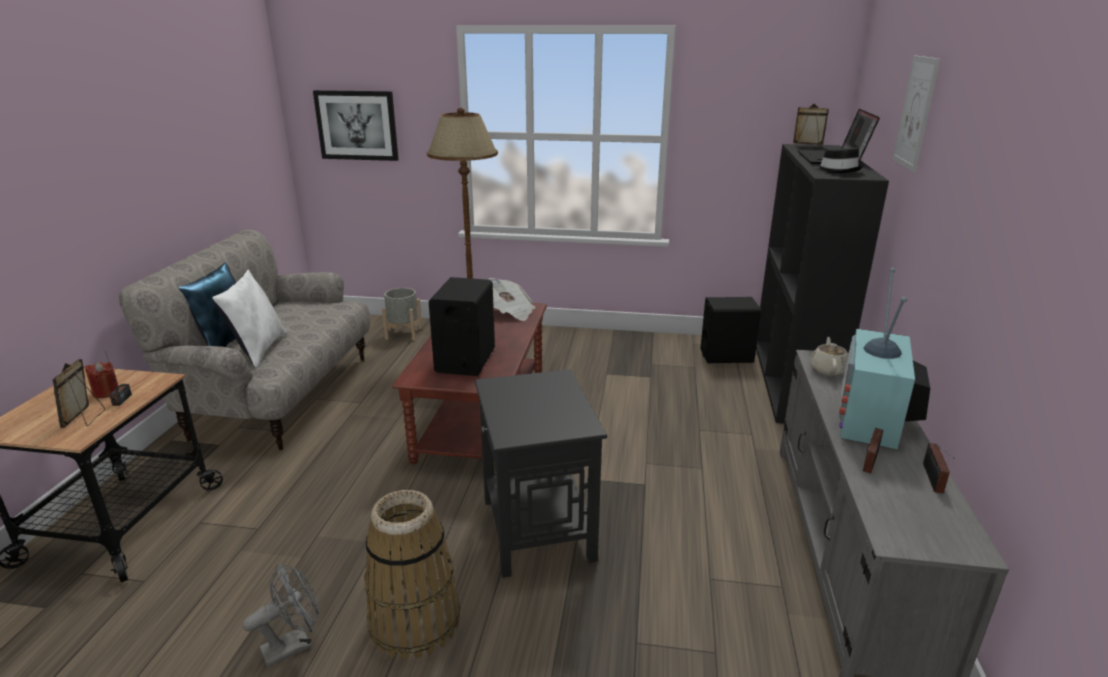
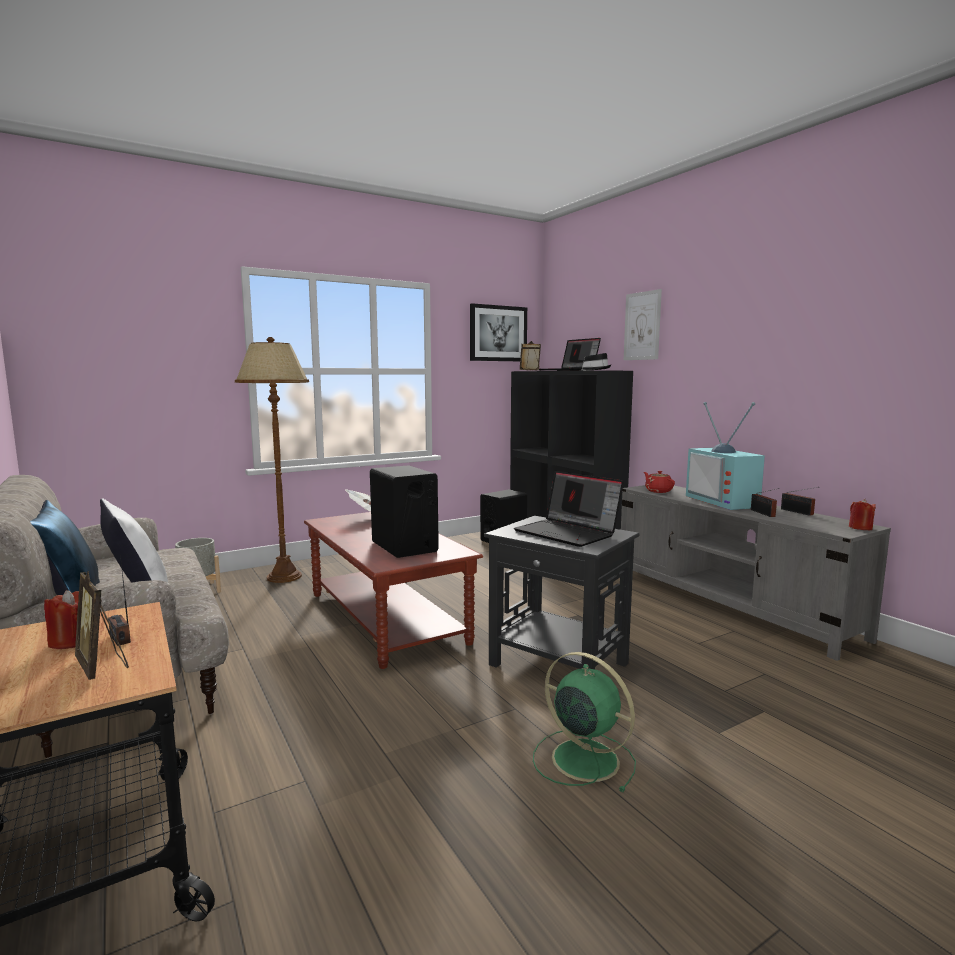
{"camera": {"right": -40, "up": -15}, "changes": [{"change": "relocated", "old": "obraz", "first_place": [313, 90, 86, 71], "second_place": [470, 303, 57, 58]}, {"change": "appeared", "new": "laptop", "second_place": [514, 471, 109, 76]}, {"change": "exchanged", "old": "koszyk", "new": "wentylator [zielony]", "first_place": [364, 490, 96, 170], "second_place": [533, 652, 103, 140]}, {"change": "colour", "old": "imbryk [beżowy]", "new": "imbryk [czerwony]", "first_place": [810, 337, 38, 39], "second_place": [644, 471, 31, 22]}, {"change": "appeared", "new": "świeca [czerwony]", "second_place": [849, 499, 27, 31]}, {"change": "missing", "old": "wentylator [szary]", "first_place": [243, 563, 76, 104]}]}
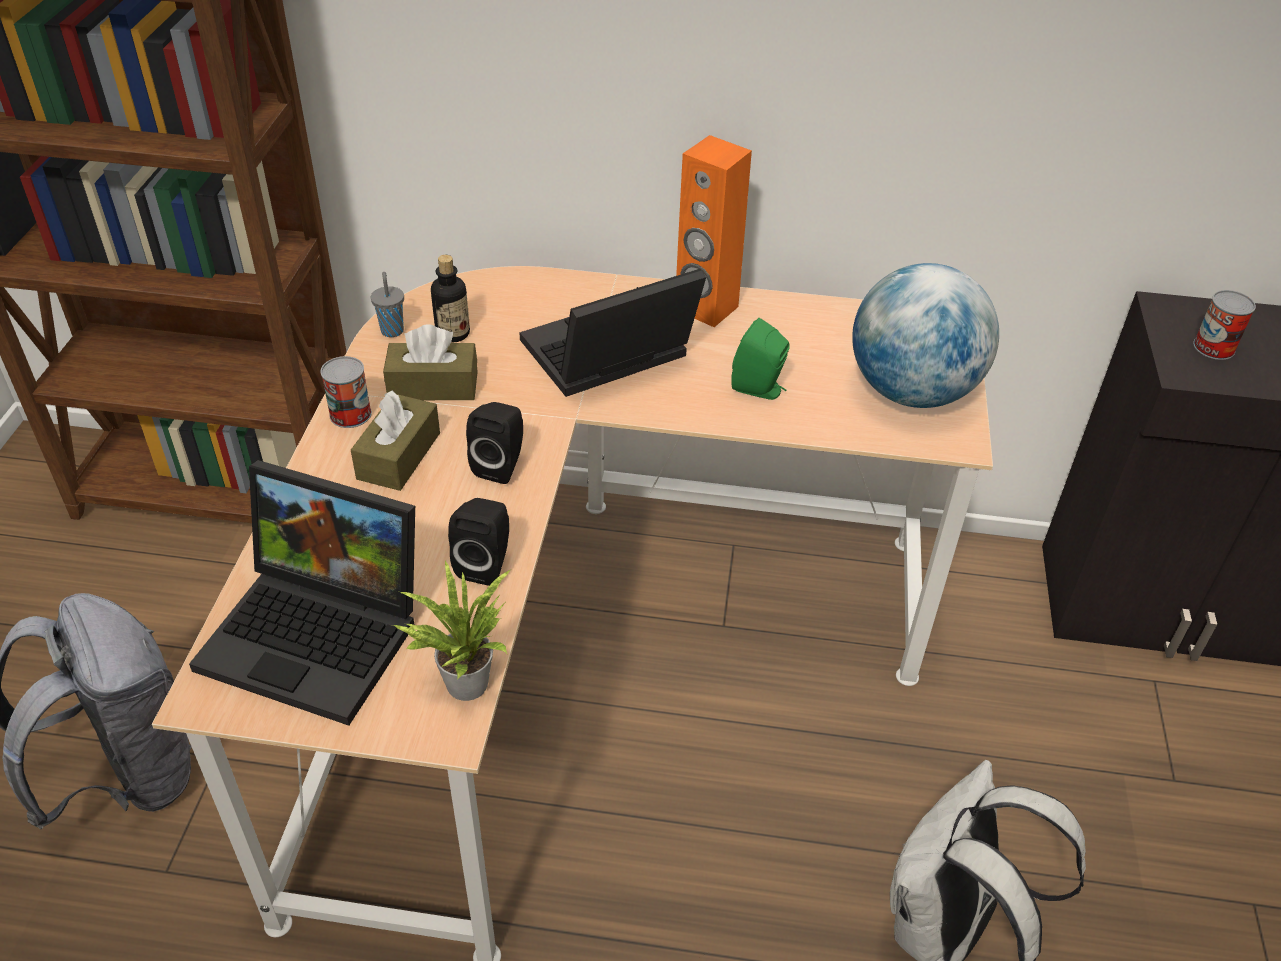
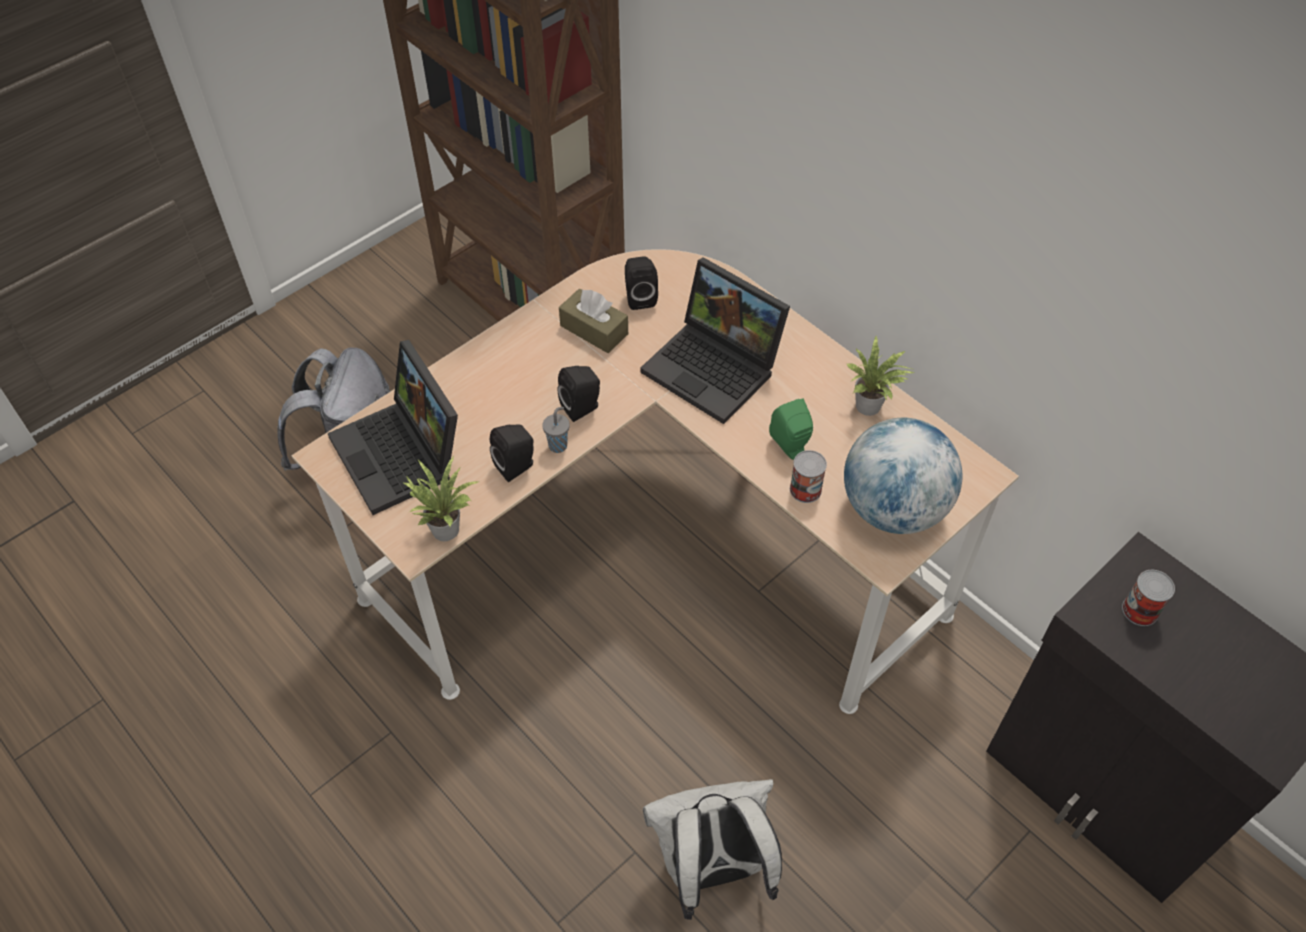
{"camera": {"right": 40, "up": 10}, "changes": [{"change": "relocated", "old": "filiżanka [szary]", "first_place": [371, 272, 33, 65], "second_place": [542, 407, 27, 46]}, {"change": "exchanged", "old": "butelka", "new": "głośnik [czarny]", "first_place": [431, 255, 39, 88], "second_place": [625, 256, 33, 54]}, {"change": "spun", "old": "laptop", "first_place": [519, 269, 187, 128], "second_place": [640, 257, 150, 167], "degrees": -150}, {"change": "relocated", "old": "puszka", "first_place": [320, 356, 52, 72], "second_place": [790, 450, 37, 53]}, {"change": "appeared", "new": "roślina doniczkowa", "second_place": [847, 335, 67, 81]}, {"change": "missing", "old": "pudełko chusteczek [brązowy]", "first_place": [351, 391, 89, 100]}, {"change": "missing", "old": "głośnik [pomarańczowy]", "first_place": [676, 135, 76, 192]}]}
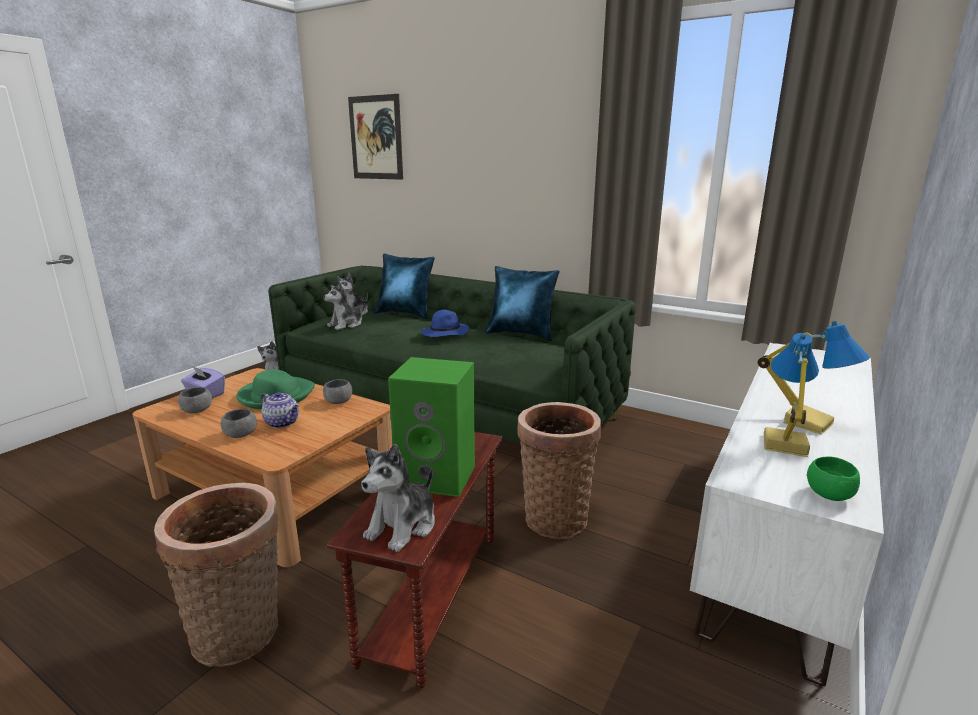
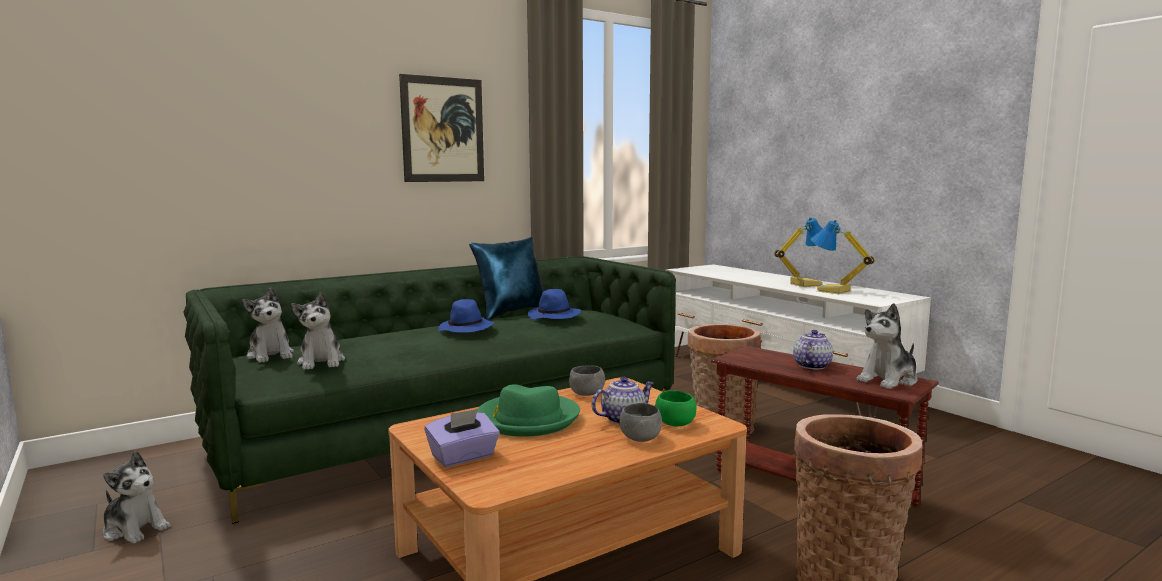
{"camera": {"right": -65, "up": -10}, "changes": [{"change": "relocated", "old": "obraz", "first_place": [348, 94, 55, 86], "second_place": [399, 74, 85, 108]}, {"change": "appeared", "new": "kapelusz [niebieski]", "second_place": [528, 289, 53, 31]}, {"change": "relocated", "old": "miska [zielony]", "first_place": [807, 457, 53, 44], "second_place": [655, 390, 42, 36]}, {"change": "exchanged", "old": "głośnik [zielony]", "new": "imbryk", "first_place": [388, 357, 87, 140], "second_place": [793, 330, 40, 40]}, {"change": "spun", "old": "pluszak", "first_place": [361, 444, 74, 108], "second_place": [856, 303, 61, 86], "degrees": 90}, {"change": "missing", "old": "miska [szary]", "first_place": [178, 387, 34, 26]}, {"change": "missing", "old": "poduszka [niebieski]", "first_place": [374, 253, 61, 66]}]}
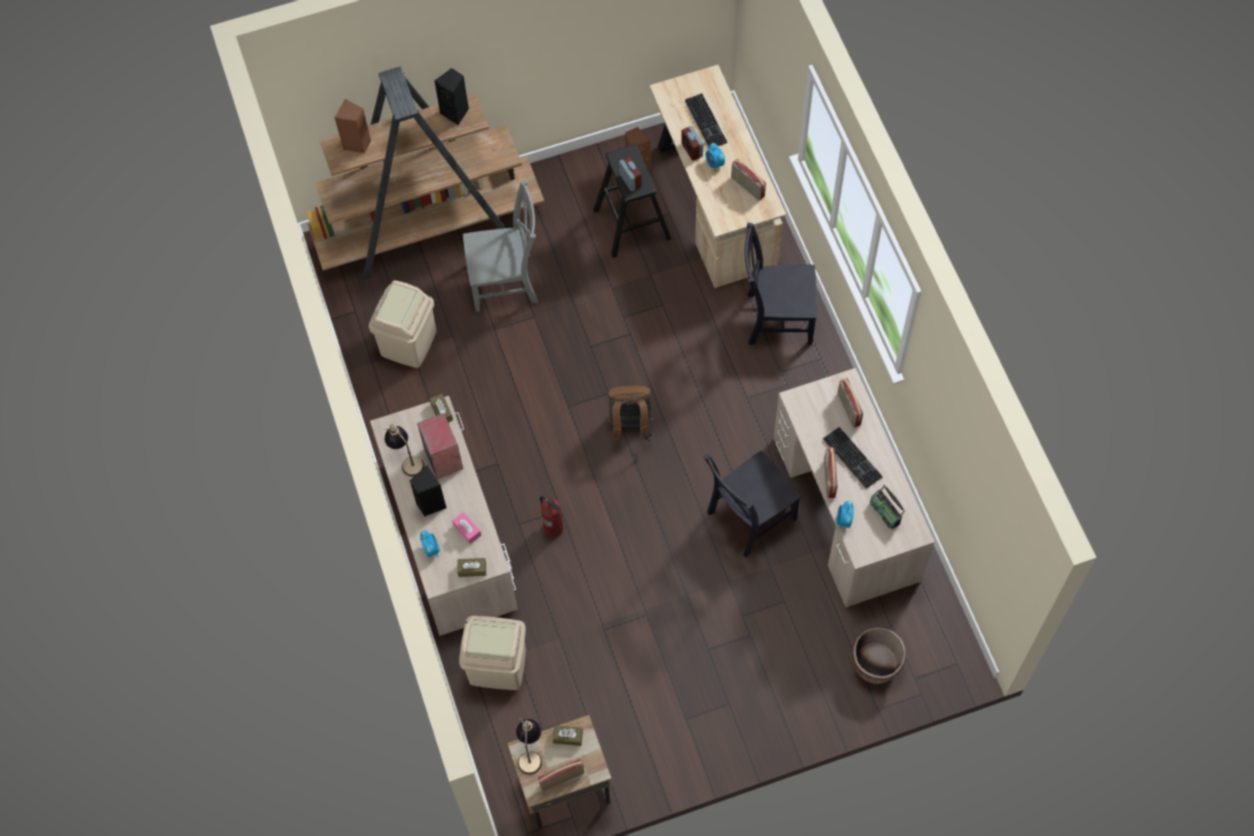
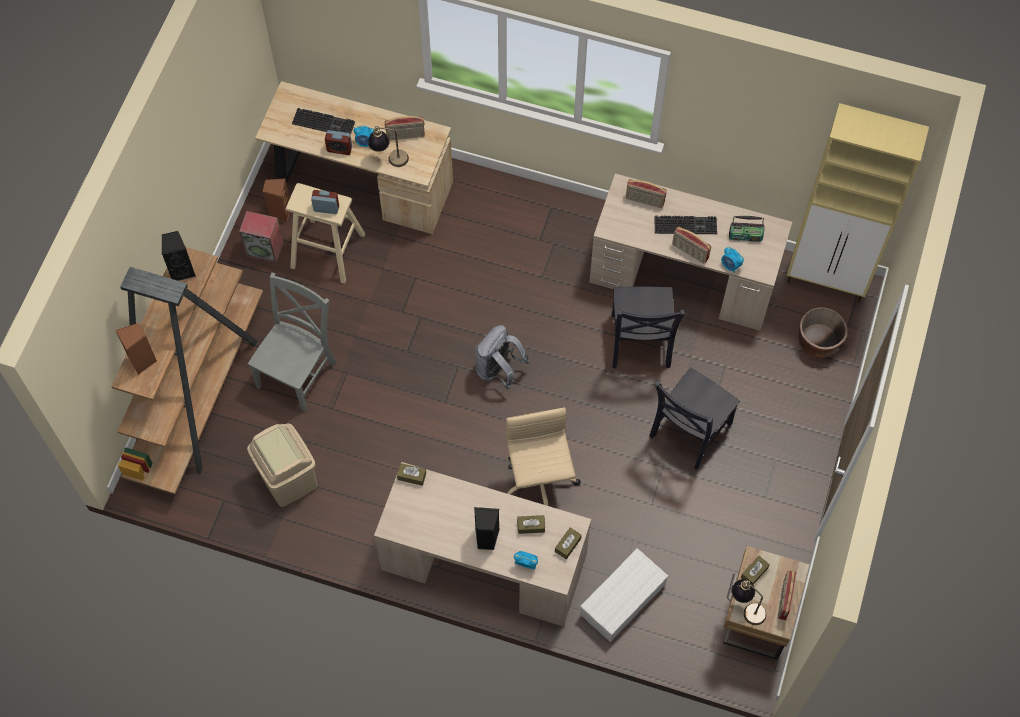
{"camera": {"right": -55, "up": 0}, "changes": [{"change": "relocated", "old": "głośnik", "first_place": [417, 413, 46, 66], "second_place": [239, 211, 45, 53]}, {"change": "colour", "old": "stołek [czarny]", "new": "stołek [beżowy]", "first_place": [593, 144, 78, 114], "second_place": [286, 183, 79, 101]}, {"change": "relocated", "old": "lampa stołowa", "first_place": [384, 424, 41, 53], "second_place": [368, 126, 41, 41]}, {"change": "colour", "old": "plecak [brązowy]", "new": "plecak [szary]", "first_place": [606, 385, 49, 58], "second_place": [476, 325, 54, 64]}, {"change": "exchanged", "old": "gaśnica", "new": "krzesło biurowe [beżowy]", "first_place": [540, 496, 23, 41], "second_place": [506, 407, 75, 99]}, {"change": "colour", "old": "pudełko chusteczek [różowy]", "new": "pudełko chusteczek [brązowy]", "first_place": [452, 512, 29, 32], "second_place": [517, 515, 28, 19]}, {"change": "exchanged", "old": "kosz na śmieci [beżowy]", "new": "pojemnik do przechowywania [biały]", "first_place": [459, 616, 67, 74], "second_place": [580, 548, 88, 94]}, {"change": "relocated", "old": "krzesło [czarny]", "first_place": [745, 223, 72, 122], "second_place": [649, 367, 91, 103]}, {"change": "appeared", "new": "szafka [beżowy]", "second_place": [787, 103, 142, 200]}]}
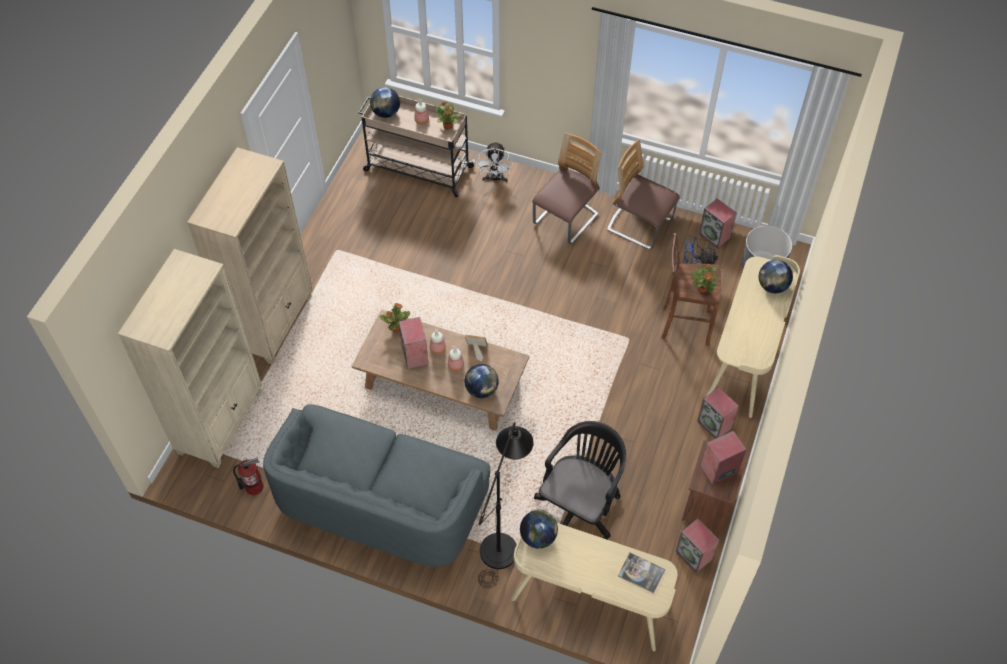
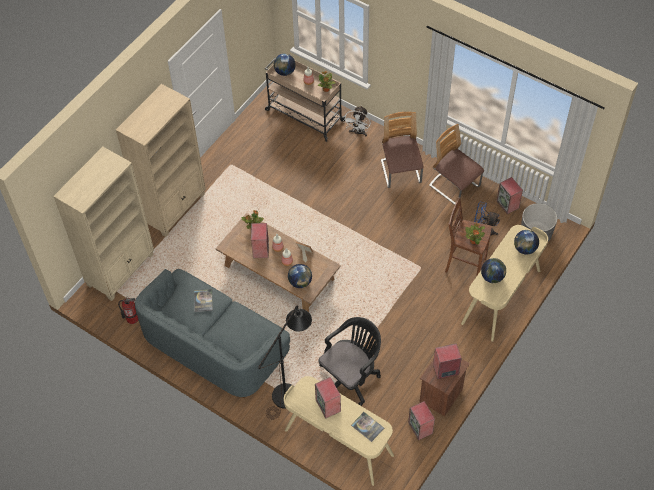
{"camera": {"right": 15, "up": 0}, "changes": [{"change": "appeared", "new": "książka", "second_place": [194, 289, 19, 23]}, {"change": "relocated", "old": "głośnik", "first_place": [697, 387, 42, 52], "second_place": [315, 377, 26, 42]}, {"change": "spun", "old": "krzesło", "first_place": [532, 133, 70, 111], "second_place": [381, 112, 42, 76], "degrees": -60}, {"change": "relocated", "old": "globus", "first_place": [520, 510, 38, 39], "second_place": [481, 258, 25, 25]}]}
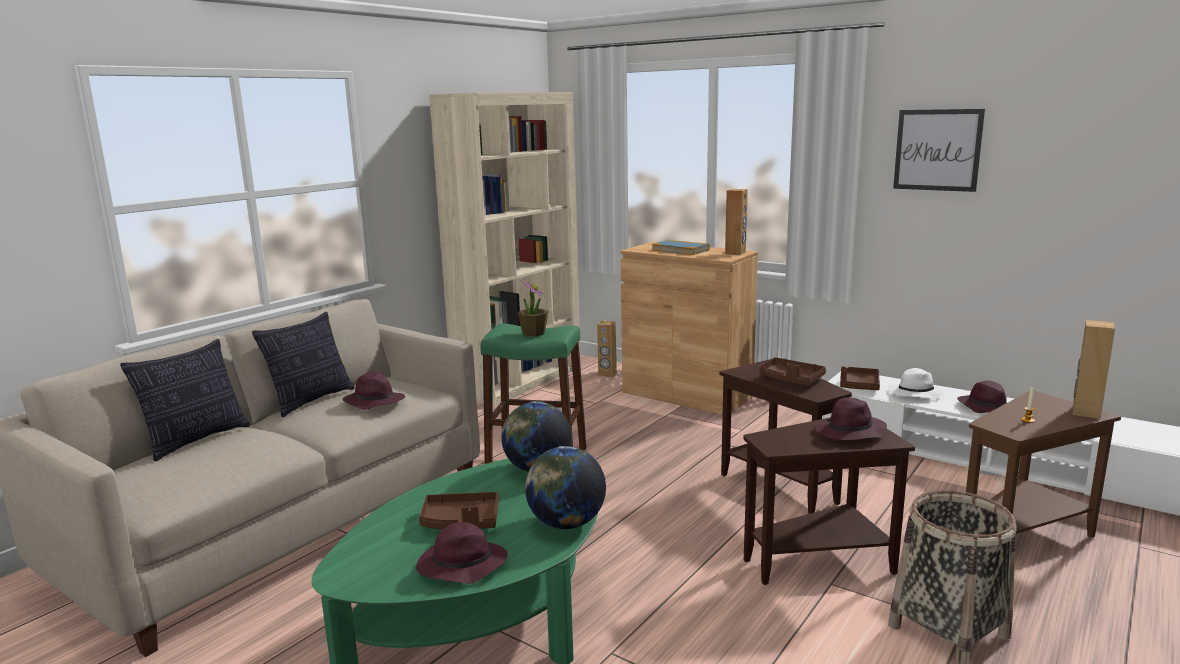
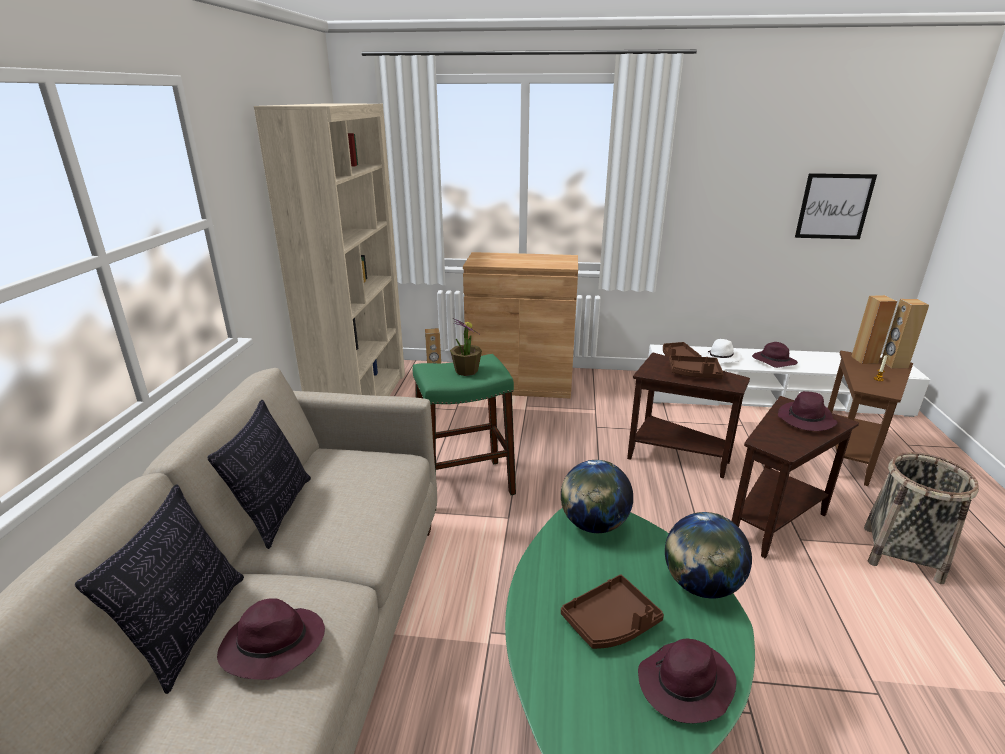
{"camera": {"right": -30, "up": 10}, "changes": [{"change": "relocated", "old": "kapelusz [fioletowy]", "first_place": [343, 372, 62, 38], "second_place": [217, 598, 108, 82]}, {"change": "relocated", "old": "obraz", "first_place": [893, 109, 92, 83], "second_place": [795, 173, 82, 66]}, {"change": "relocated", "old": "głośnik [brązowy]", "first_place": [725, 189, 23, 66], "second_place": [851, 295, 46, 69]}, {"change": "missing", "old": "książka", "first_place": [652, 240, 58, 15]}]}
